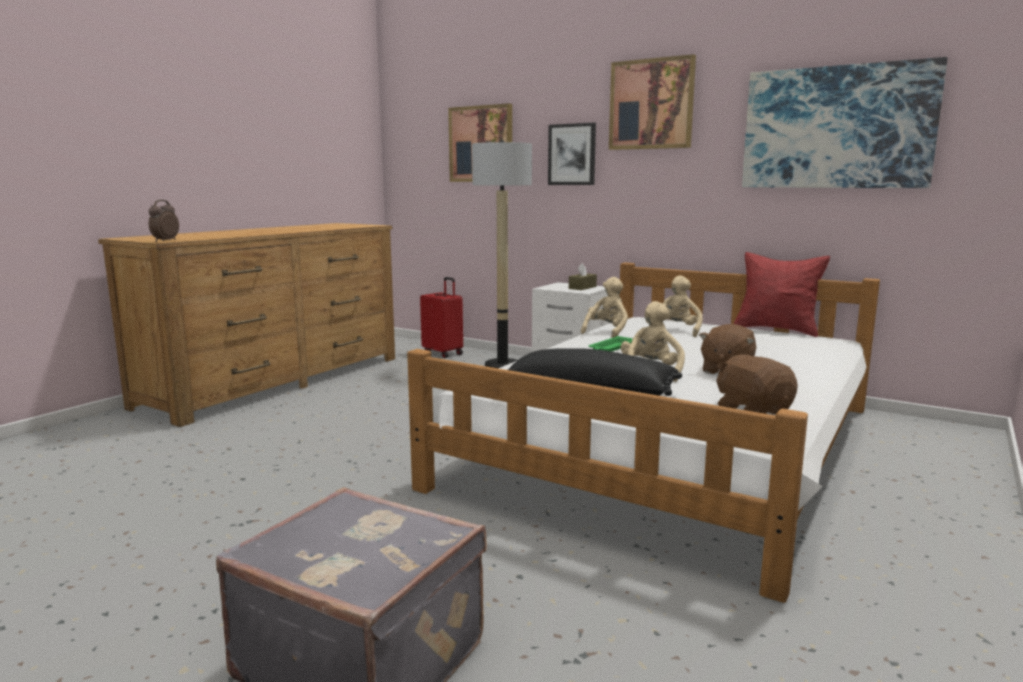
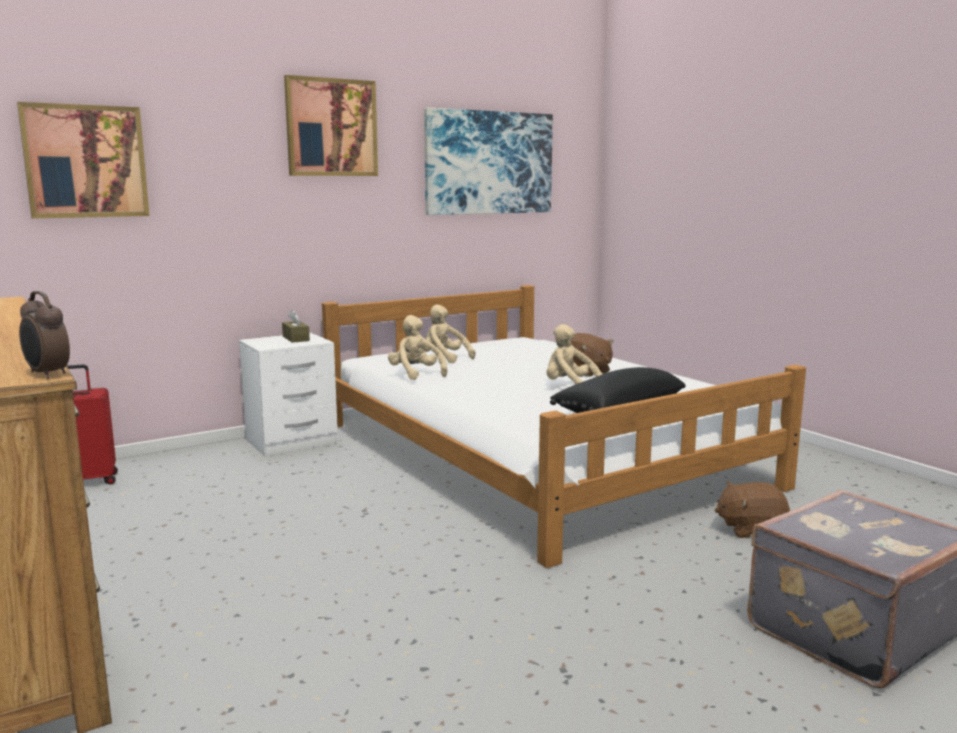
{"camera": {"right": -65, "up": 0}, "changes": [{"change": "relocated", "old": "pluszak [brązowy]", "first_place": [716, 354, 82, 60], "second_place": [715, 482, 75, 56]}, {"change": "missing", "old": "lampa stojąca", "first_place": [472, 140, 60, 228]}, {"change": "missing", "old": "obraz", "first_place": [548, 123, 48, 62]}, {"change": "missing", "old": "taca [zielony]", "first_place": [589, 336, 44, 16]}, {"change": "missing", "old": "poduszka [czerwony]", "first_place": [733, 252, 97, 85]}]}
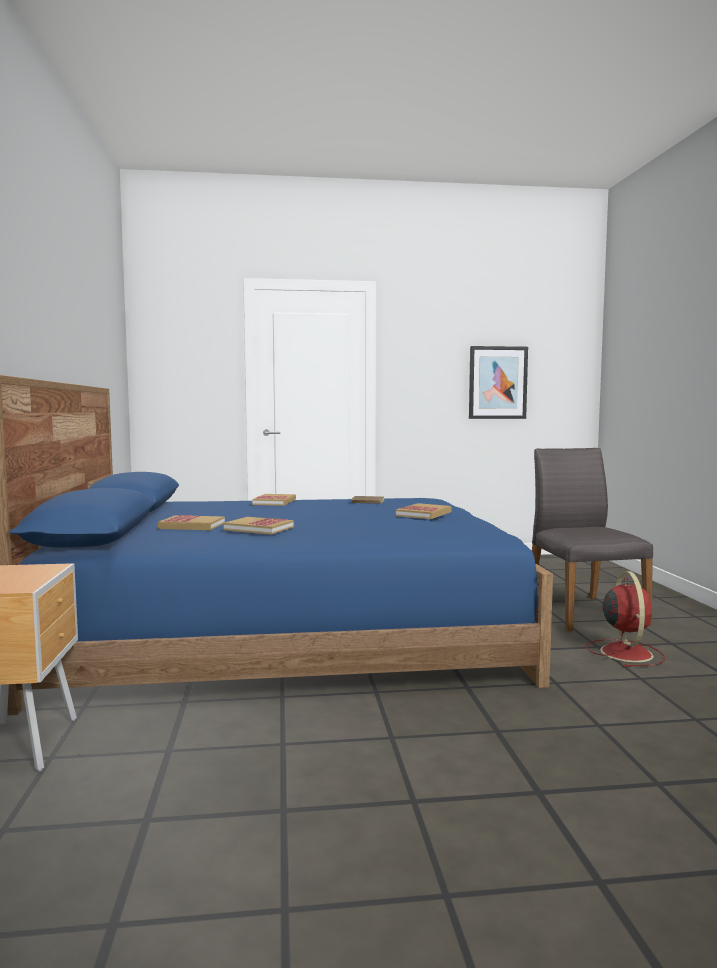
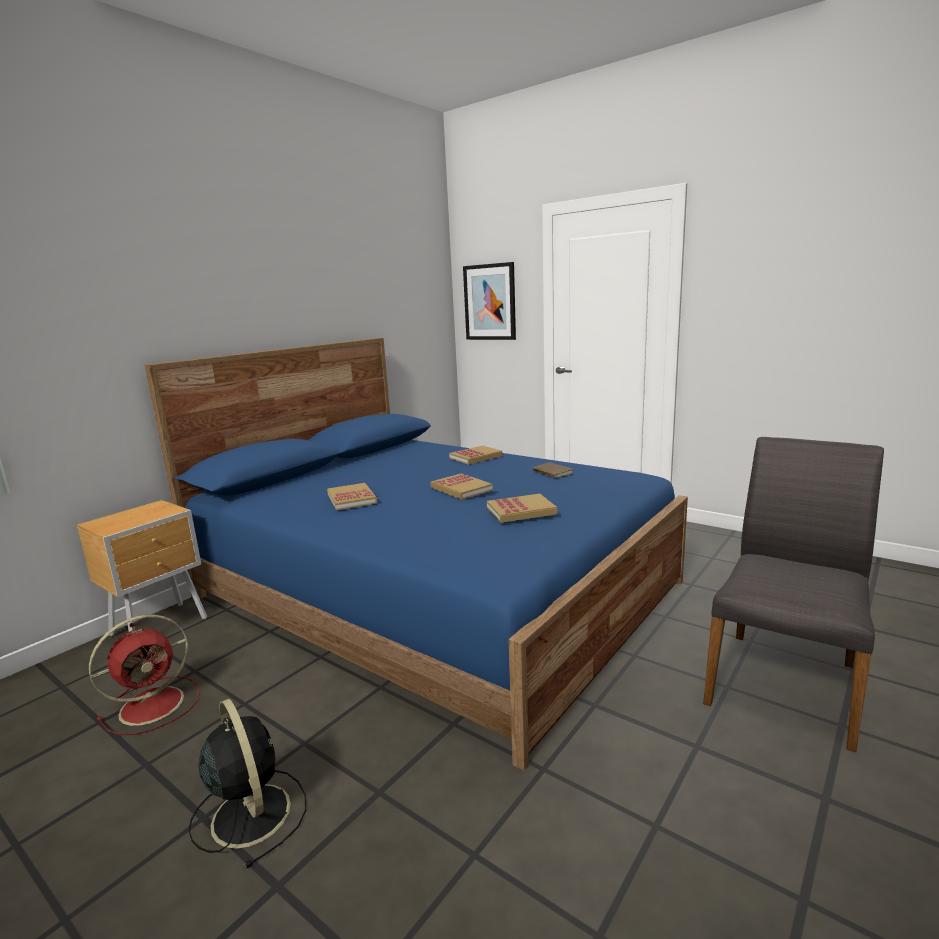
{"camera": {"right": 45, "up": 10}, "changes": [{"change": "relocated", "old": "wentylator [czerwony]", "first_place": [586, 571, 79, 96], "second_place": [89, 615, 111, 120]}, {"change": "appeared", "new": "wentylator [czarny]", "second_place": [189, 699, 117, 169]}, {"change": "relocated", "old": "książka", "first_place": [158, 515, 67, 15], "second_place": [430, 473, 63, 27]}, {"change": "relocated", "old": "obraz", "first_place": [469, 346, 59, 73], "second_place": [463, 262, 53, 78]}]}
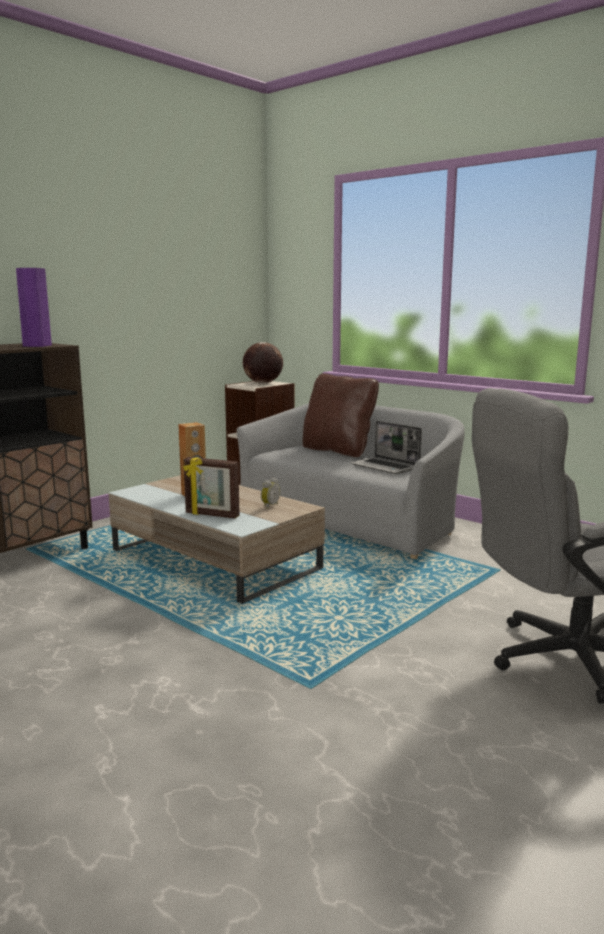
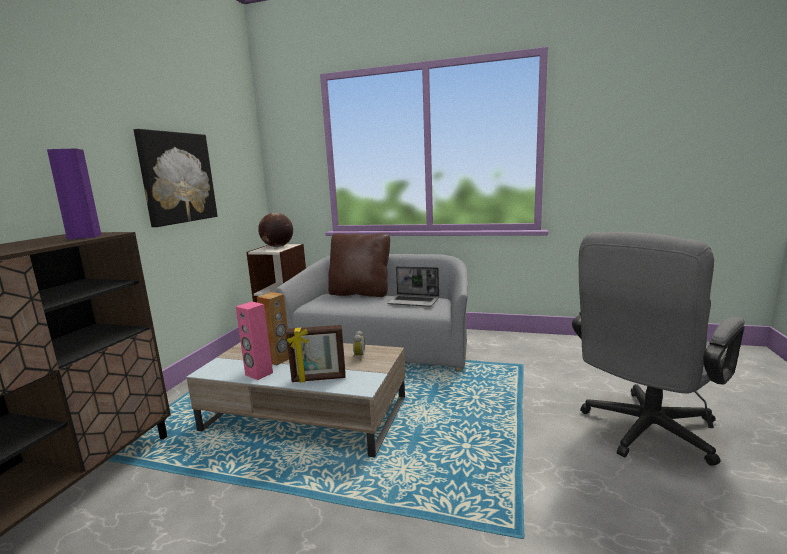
{"camera": {"right": -25, "up": 0}, "changes": [{"change": "appeared", "new": "obraz", "second_place": [134, 129, 84, 98]}, {"change": "appeared", "new": "głośnik [różowy]", "second_place": [235, 301, 38, 79]}]}
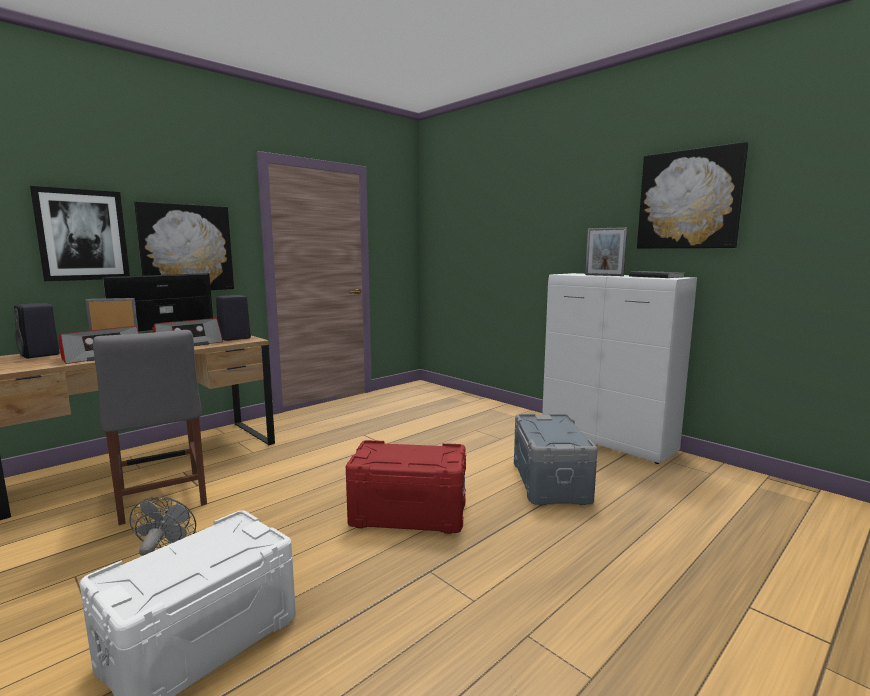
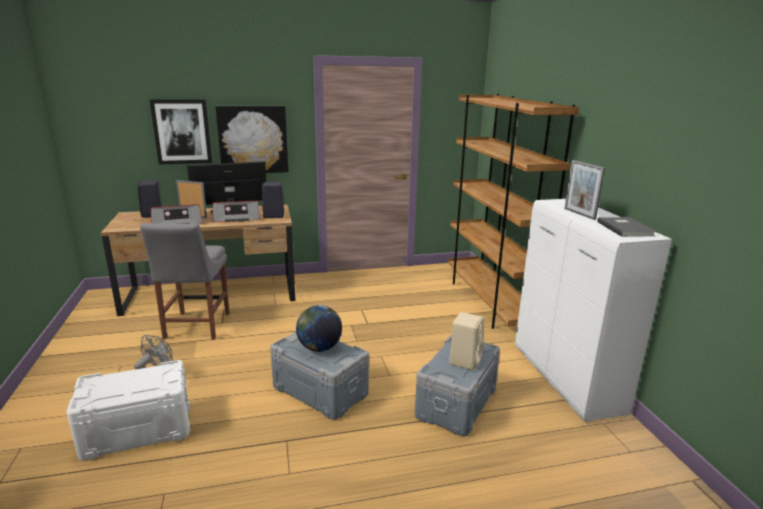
{"camera": {"right": 30, "up": 10}, "changes": [{"change": "colour", "old": "pojemnik do przechowywania [czerwony]", "new": "pojemnik do przechowywania [szary]", "first_place": [346, 440, 120, 94], "second_place": [270, 331, 99, 89]}, {"change": "appeared", "new": "globus", "second_place": [296, 305, 46, 47]}, {"change": "appeared", "new": "regał [brązowy]", "second_place": [448, 94, 131, 235]}, {"change": "appeared", "new": "głośnik [beżowy]", "second_place": [449, 312, 35, 59]}, {"change": "missing", "old": "obraz", "first_place": [637, 142, 111, 106]}]}
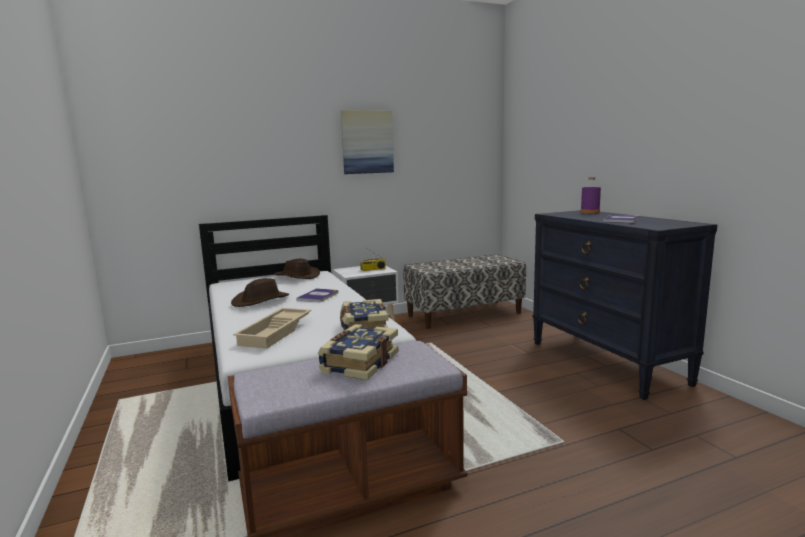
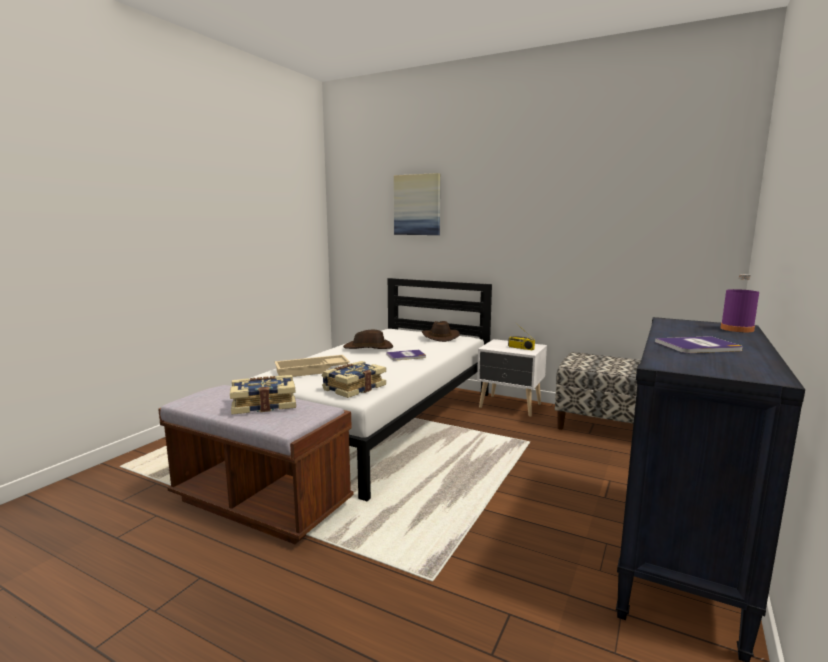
{"camera": {"right": 50, "up": 0}, "changes": [{"change": "relocated", "old": "obraz", "first_place": [341, 110, 53, 64], "second_place": [394, 173, 46, 62]}]}
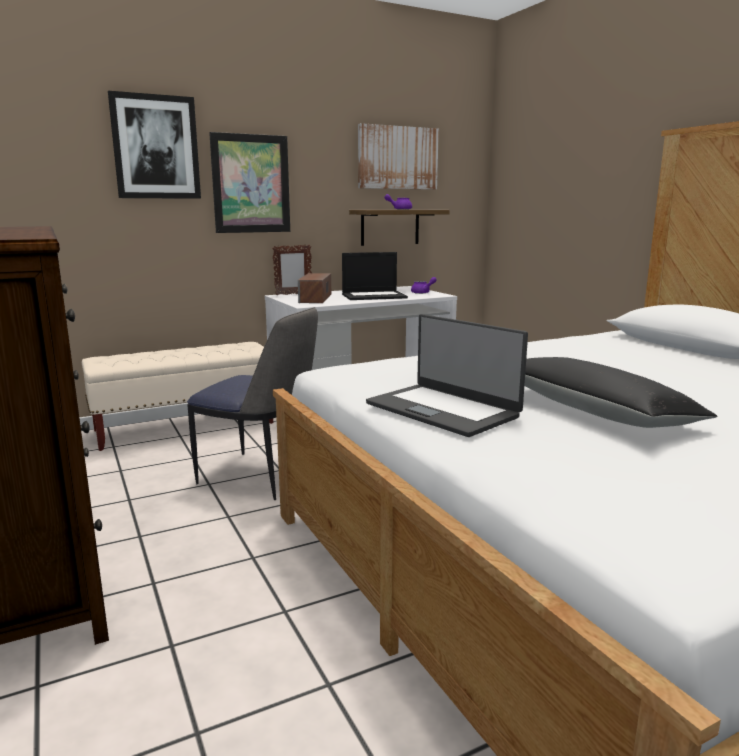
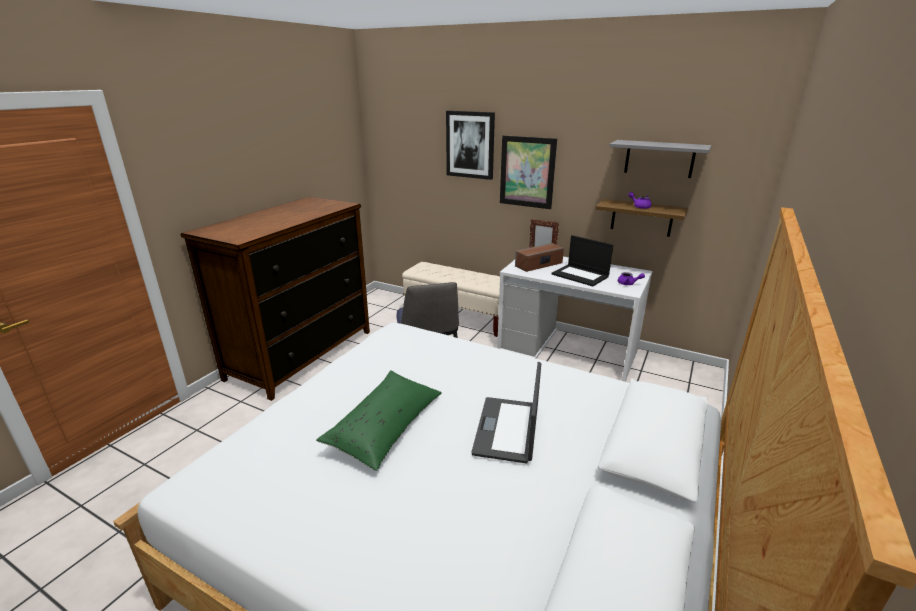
{"camera": {"right": 55, "up": 10}, "changes": [{"change": "colour", "old": "poduszka [czarny]", "new": "poduszka [zielony]", "first_place": [524, 357, 193, 71], "second_place": [316, 371, 126, 100]}, {"change": "relocated", "old": "laptop", "first_place": [366, 314, 162, 123], "second_place": [471, 362, 70, 102]}, {"change": "exchanged", "old": "obraz", "new": "półka [szary]", "first_place": [358, 123, 81, 66], "second_place": [609, 140, 102, 38]}]}
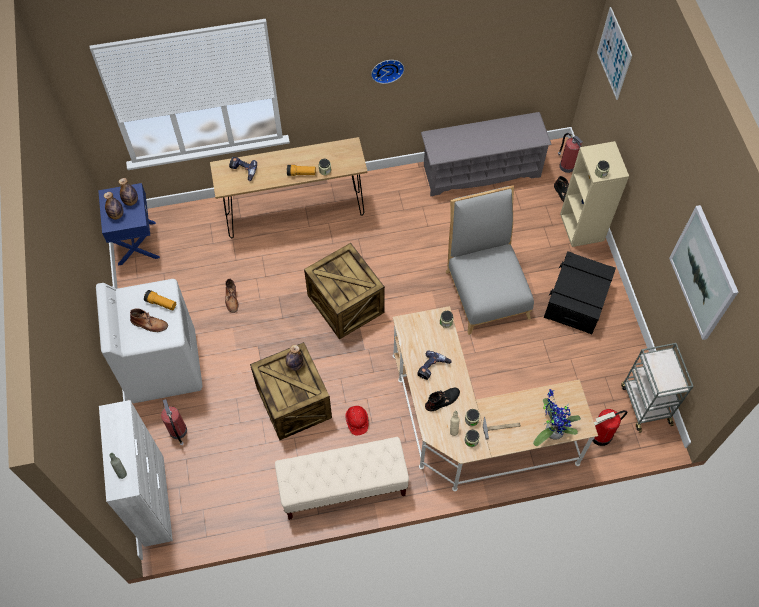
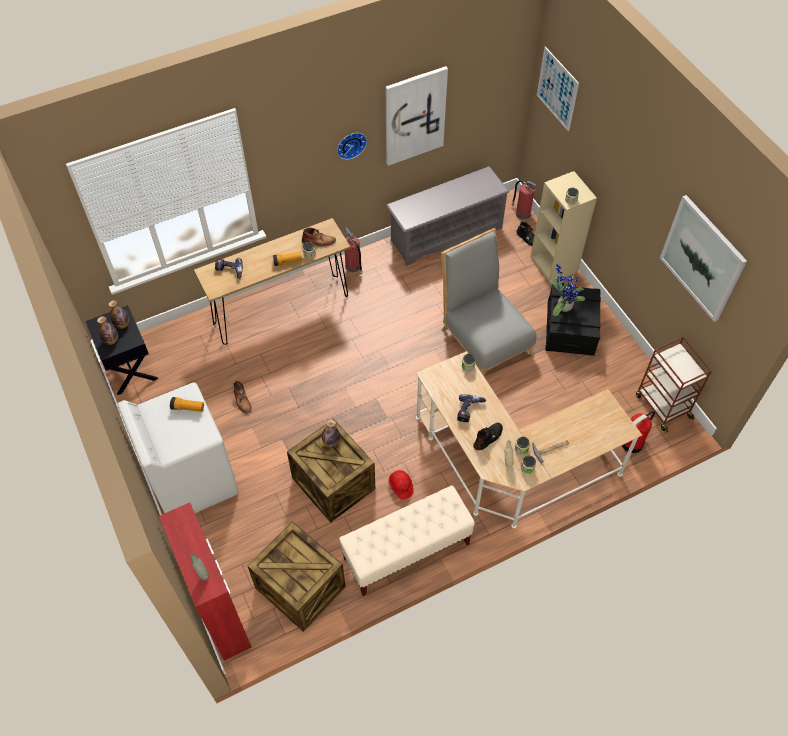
{"camera": {"right": -15, "up": -5}, "changes": [{"change": "colour", "old": "szafka nocna [niebieski]", "new": "szafka nocna [czarny]", "first_place": [98, 183, 62, 82], "second_place": [85, 305, 73, 90]}, {"change": "colour", "old": "szafka [biały]", "new": "szafka [czerwony]", "first_place": [99, 400, 74, 147], "second_place": [159, 503, 92, 158]}, {"change": "relocated", "old": "skrzynka", "first_place": [304, 243, 81, 96], "second_place": [248, 521, 98, 111]}, {"change": "relocated", "old": "but z cholewką [brązowy]", "first_place": [130, 308, 38, 24], "second_place": [302, 228, 34, 19]}, {"change": "relocated", "old": "gaśnica", "first_place": [161, 399, 26, 46], "second_place": [345, 228, 18, 46]}, {"change": "appeared", "new": "obraz", "second_place": [386, 66, 62, 100]}, {"change": "relocated", "old": "roślina doniczkowa", "first_place": [533, 389, 48, 57], "second_place": [550, 264, 35, 52]}, {"change": "colour", "old": "wózek [szary]", "new": "wózek [brązowy]", "first_place": [621, 343, 73, 90], "second_place": [636, 336, 76, 96]}]}
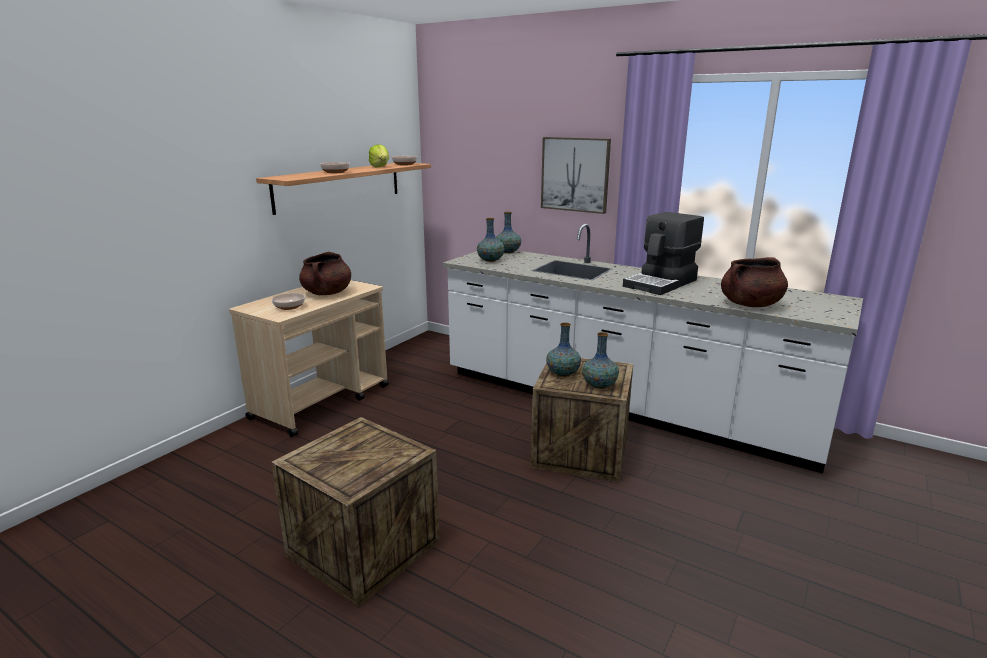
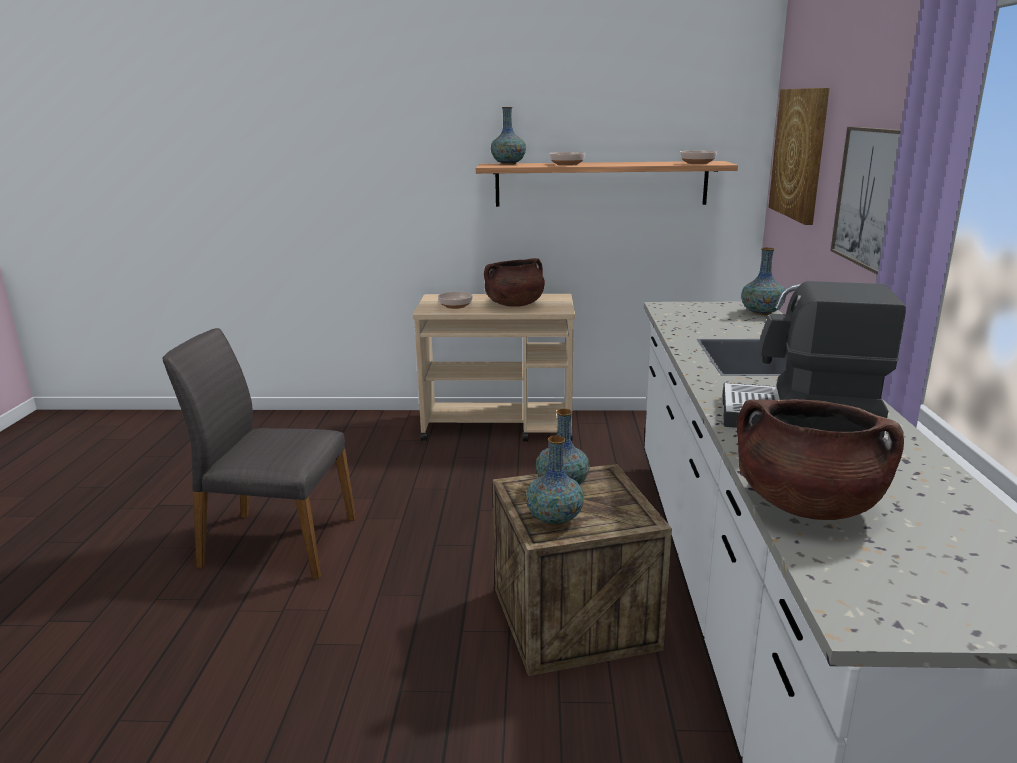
{"camera": {"right": 60, "up": 0}, "changes": [{"change": "exchanged", "old": "skrzynka", "new": "krzesło [szary]", "first_place": [271, 417, 169, 190], "second_place": [162, 328, 194, 251]}, {"change": "relocated", "old": "wazon", "first_place": [477, 218, 28, 44], "second_place": [491, 107, 35, 58]}, {"change": "appeared", "new": "obraz", "second_place": [769, 88, 61, 137]}, {"change": "missing", "old": "sałata", "first_place": [369, 144, 20, 23]}]}
